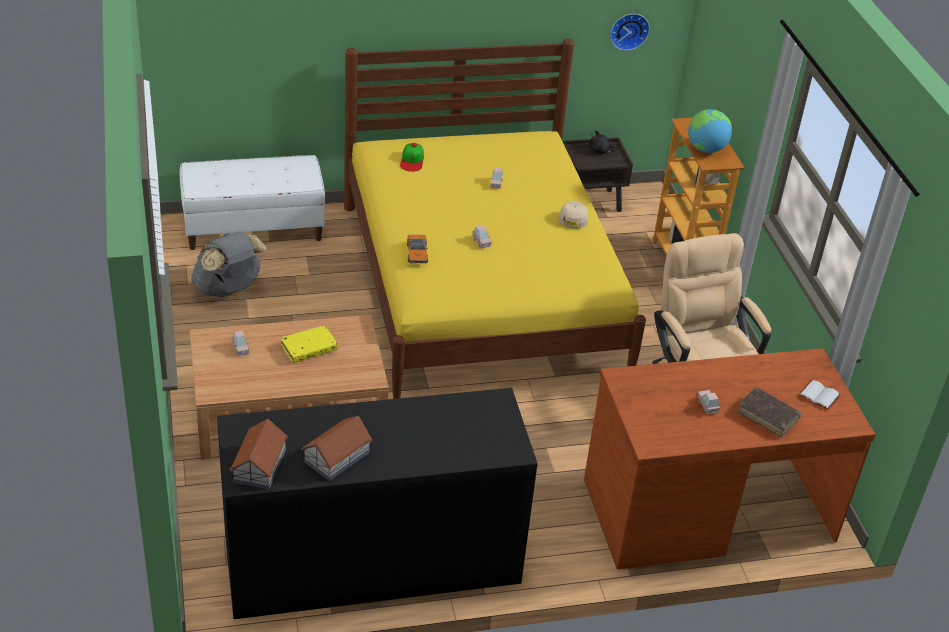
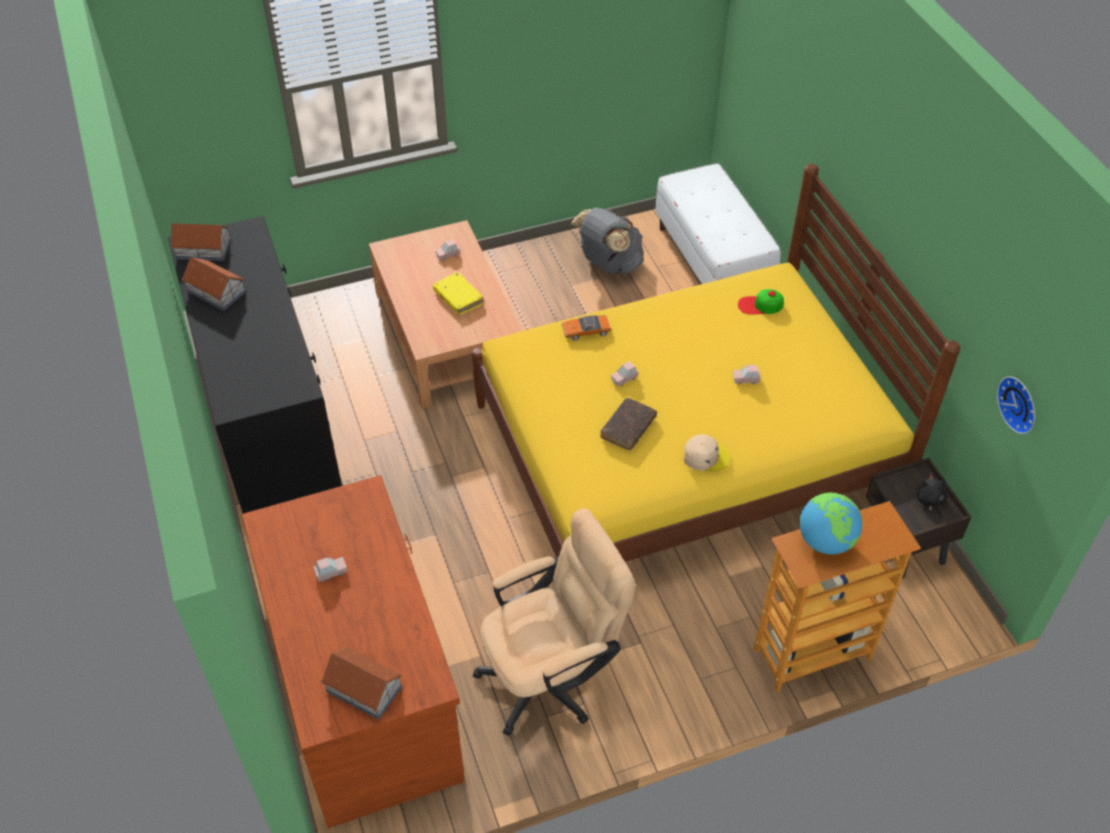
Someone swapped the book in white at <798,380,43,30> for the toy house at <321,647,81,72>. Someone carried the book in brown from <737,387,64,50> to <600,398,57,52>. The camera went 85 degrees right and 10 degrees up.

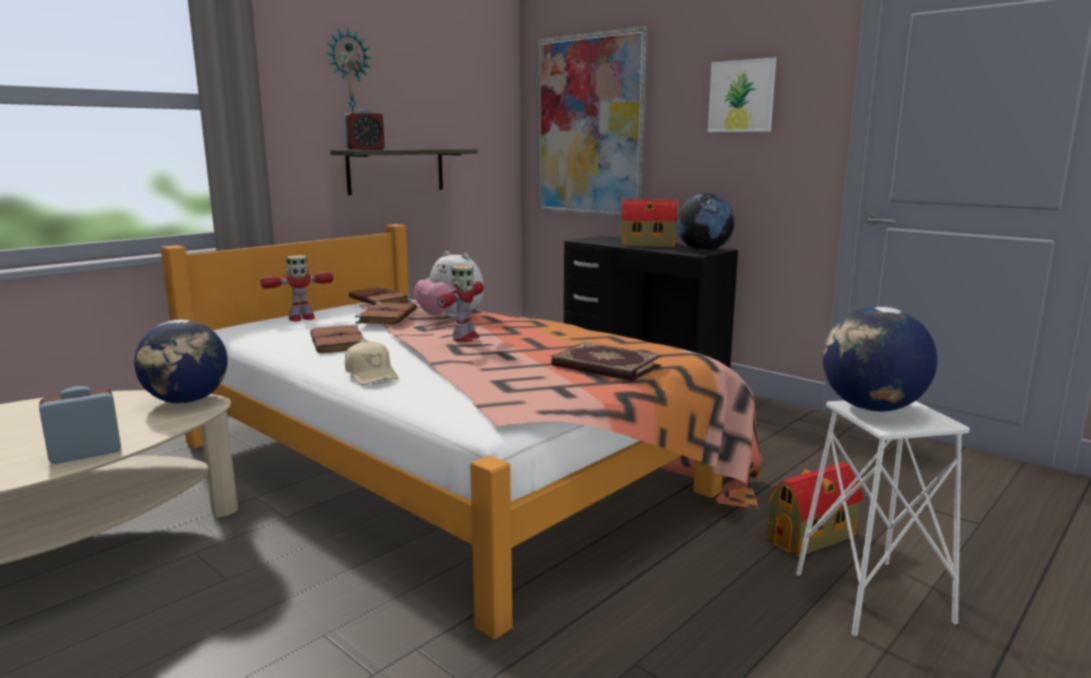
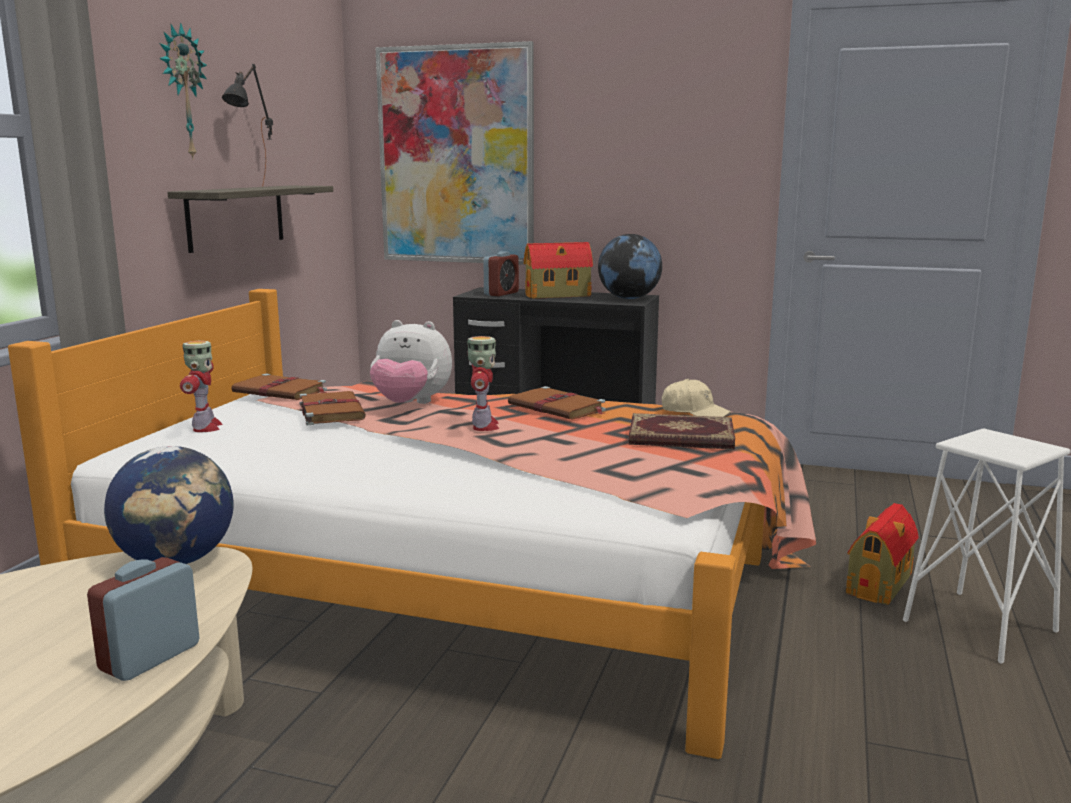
Someone took away the picture at <708,58,68,74>. Someone carried the alarm clock from <344,109,41,41> to <483,251,36,45>. Someone rotated the toy robot at <260,255,73,67> by 45 degrees counterclockwise. Someone took away the globe at <822,307,115,105>. Someone carried the book in brown from <310,324,56,29> to <508,386,98,34>. Someone carried the cap in beige from <345,340,53,45> to <662,379,69,38>. Someone put down the table lamp in black at <222,64,51,123>. The camera went 25 degrees left and 0 degrees up.

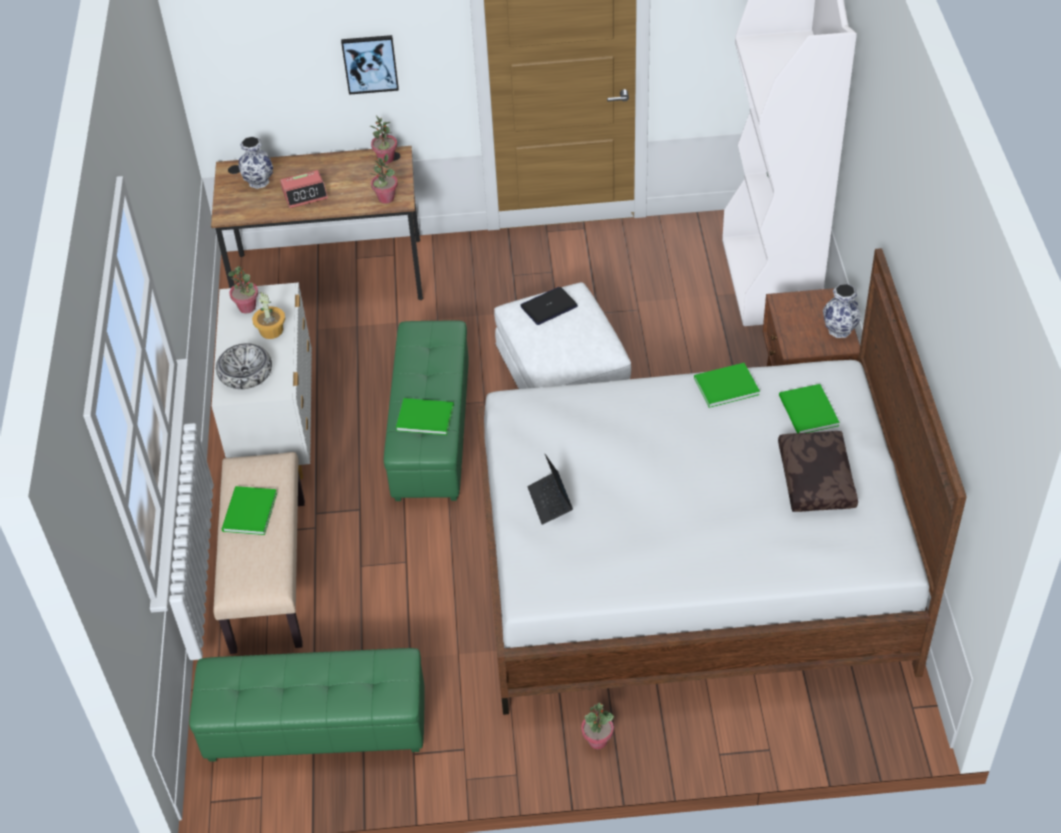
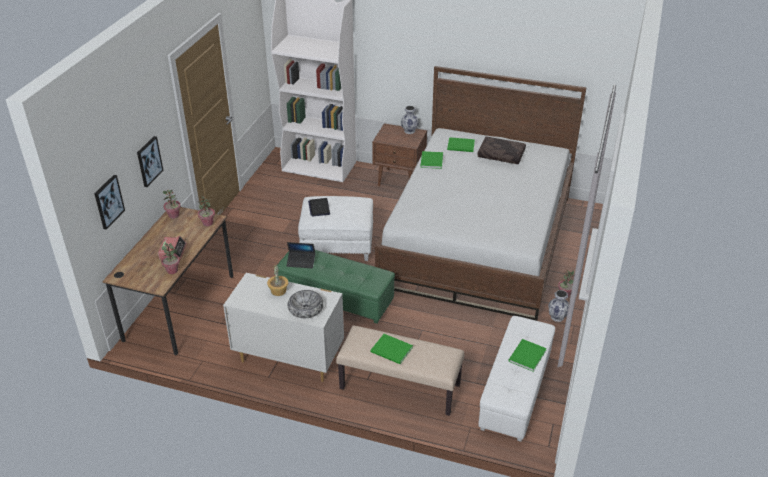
Someone carried the vase from <238,136,35,53> to <548,290,21,32>. Someone carried the potted plant from <228,266,30,47> to <161,243,19,31>. Someone carried the book in green from <396,398,58,37> to <508,339,39,33>. Someone carried the laptop from <527,454,46,71> to <287,242,28,26>. Someone repainted the ottoman in green at <189,648,236,114>, which became the ottoman in white at <478,316,77,126>. Someone put up the picture at <94,175,31,55>. The camera went 70 degrees left and 10 degrees down.

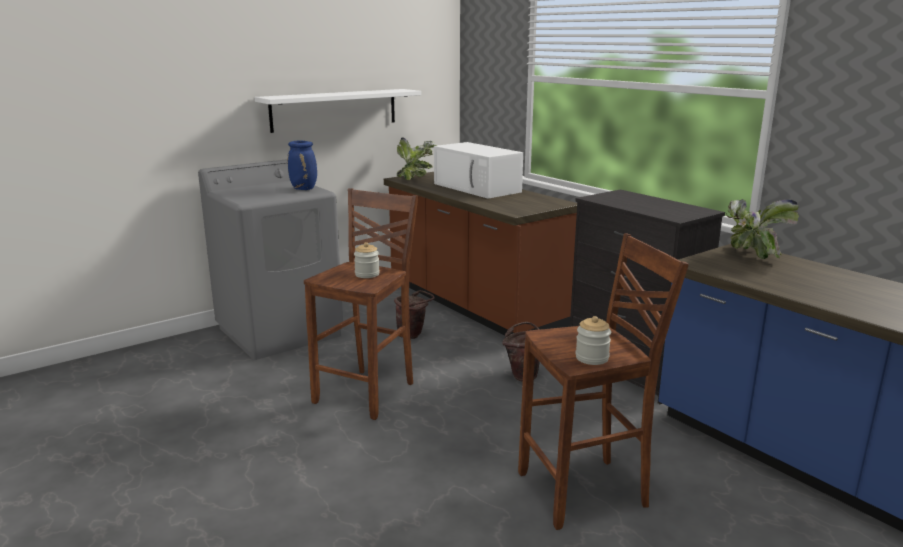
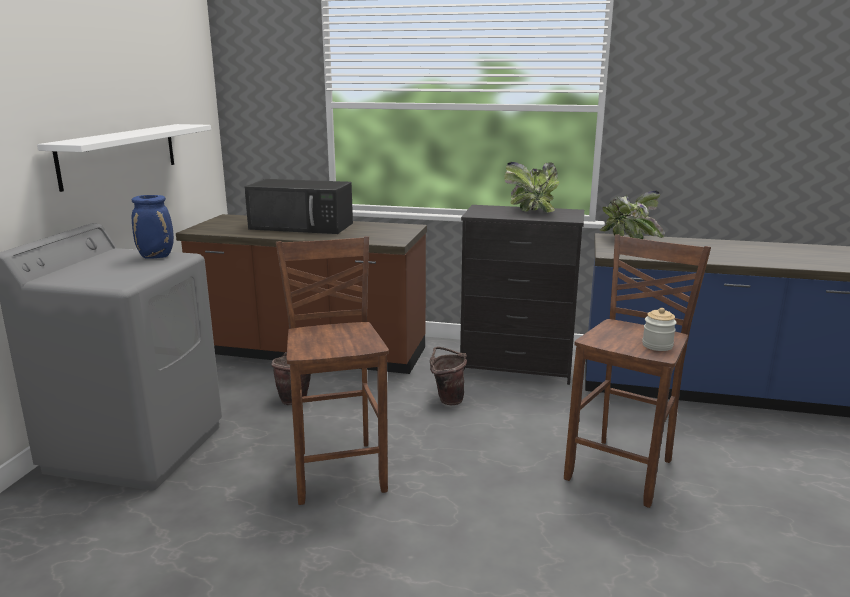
Someone carried the potted plant from <397,137,40,43> to <504,162,55,51>. Someone repainted the microwave in white at <434,142,89,57>, which became the microwave in black at <245,179,108,55>. Someone took away the jar at <354,242,26,36>. The camera went 40 degrees left and 0 degrees up.

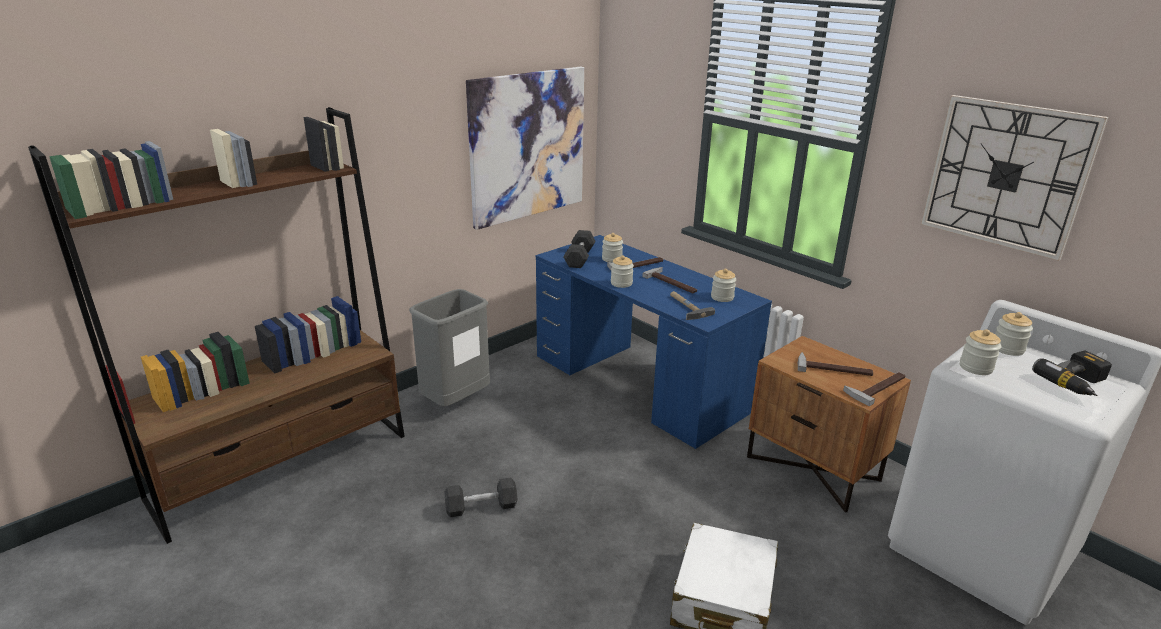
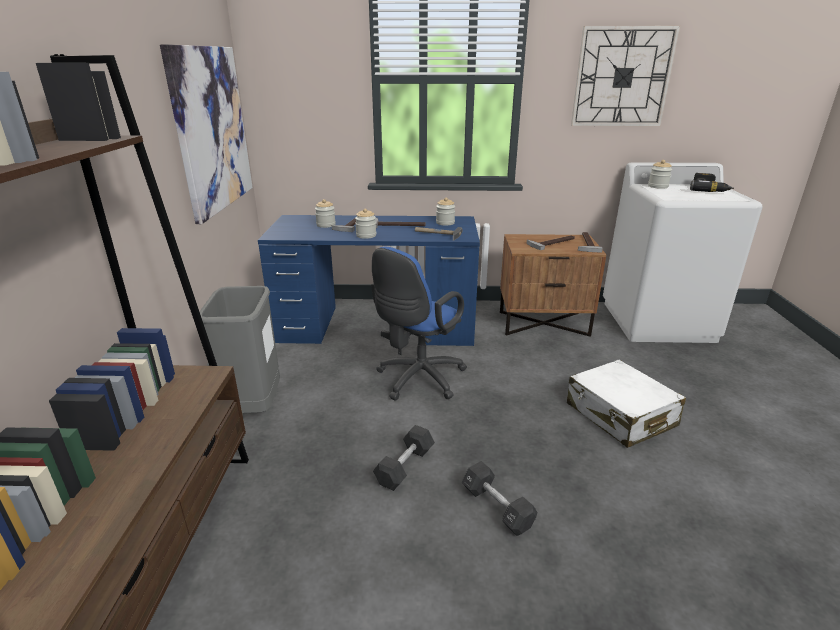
Someone carried the dumbbell in black from <563,230,32,38> to <462,461,75,75>. Someone took away the jar at <960,329,41,46>. Someone put down the office chair in blue at <371,247,96,154>. The camera went 45 degrees left and 0 degrees up.

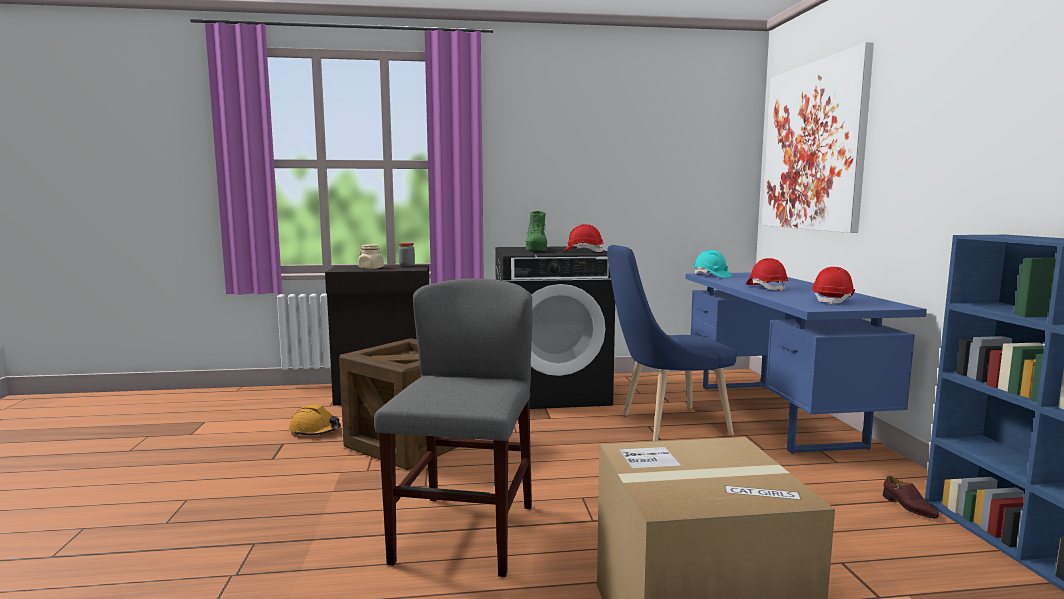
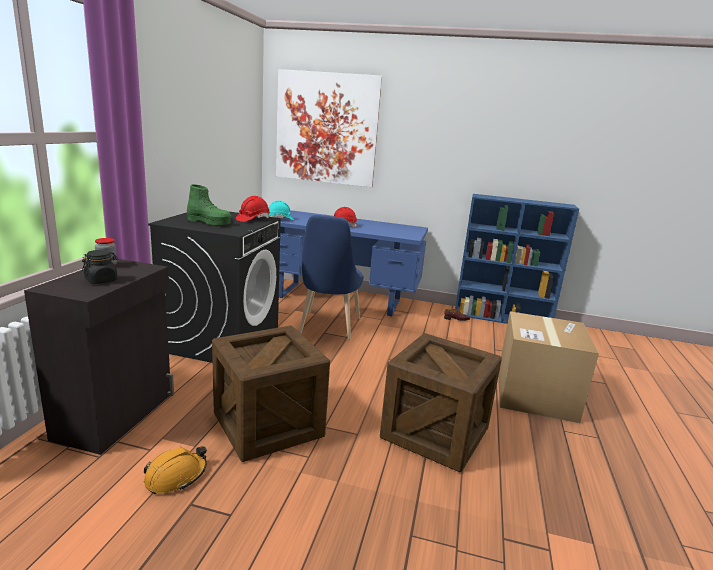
Someone repainted the jar in beige at <358,244,26,25>, which became the jar in black at <82,250,36,34>. Someone took away the hard hat in red at <812,267,43,38>. Someone swapped the chair in grey at <374,279,158,298> for the crate at <380,333,122,139>. The camera went 70 degrees left and 10 degrees up.

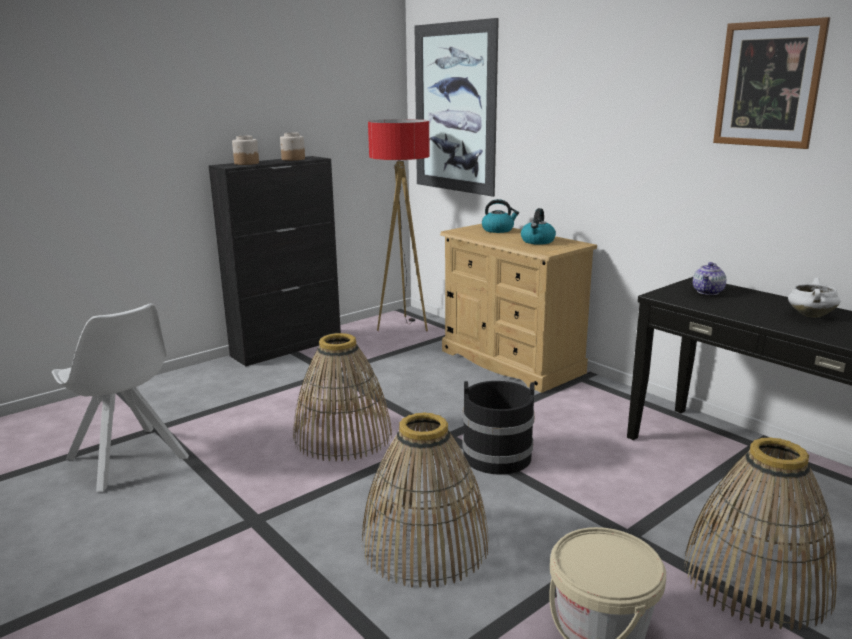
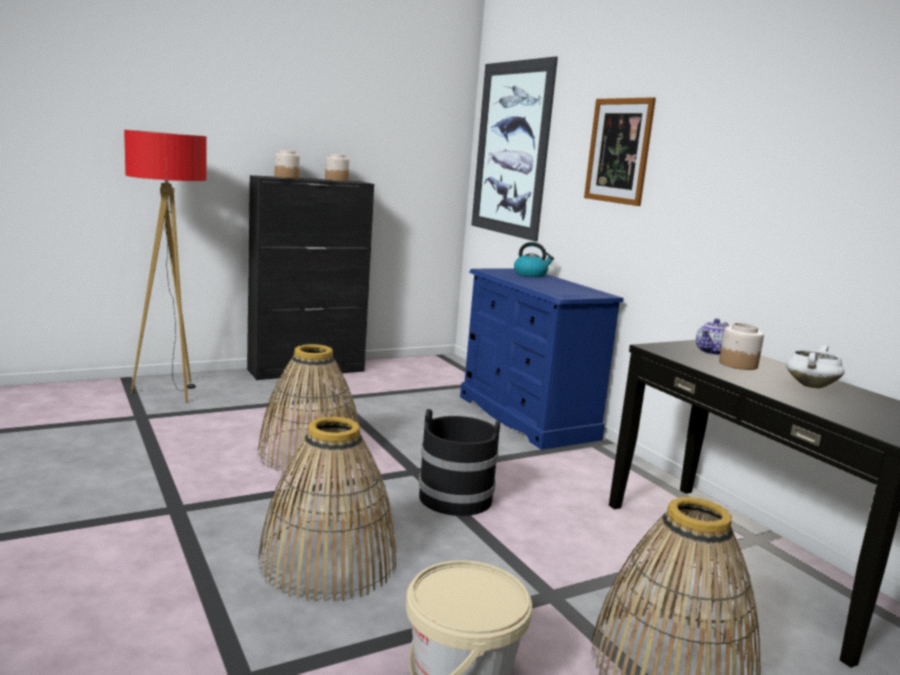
Someone carried the picture from <713,17,117,132> to <584,97,72,109>. Someone carried the floor lamp from <368,119,62,213> to <124,130,83,273>. Someone took away the kettle at <521,208,35,37>. Someone repainted the dresser in beige at <440,224,157,169>, which became the dresser in blue at <460,268,164,182>. Someone took away the chair in white at <52,303,137,189>. Someone put down the jar at <719,323,45,47>. The camera went 10 degrees right and 5 degrees down.

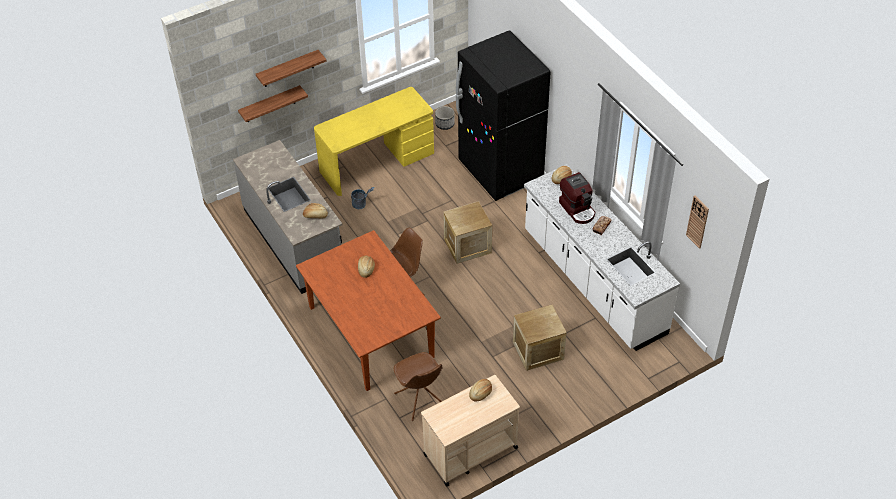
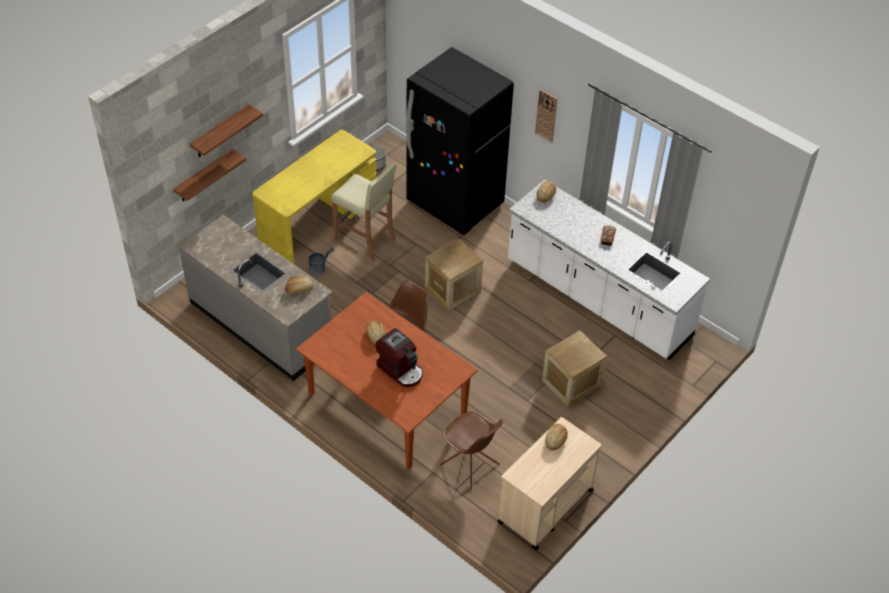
Someone carried the coffee machine from <559,172,36,52> to <375,328,48,59>. Someone carried the wall clock from <686,195,23,54> to <535,89,23,54>. Someone put down the stool in beige at <331,162,66,99>. The camera went 20 degrees left and 0 degrees up.

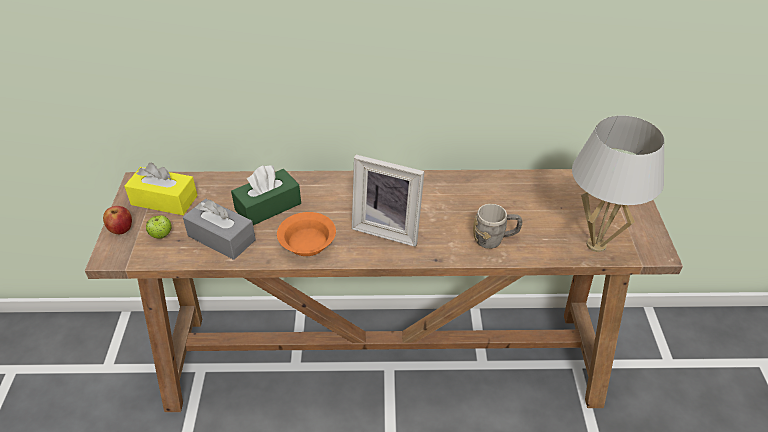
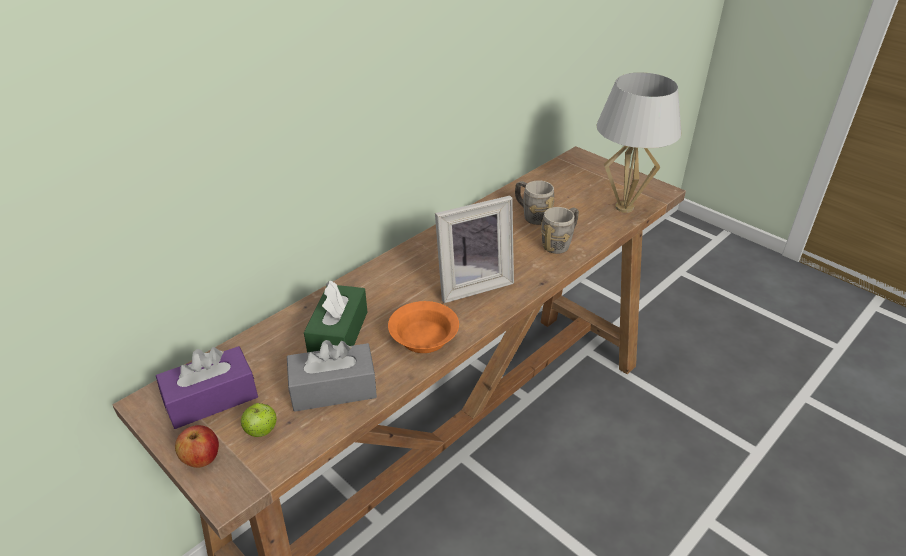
Someone repainted the tissue box in yellow at <124,162,74,53>, which became the tissue box in purple at <156,346,102,83>. Someone put down the mug in grey at <515,181,39,44>. The camera went 45 degrees left and 5 degrees down.

